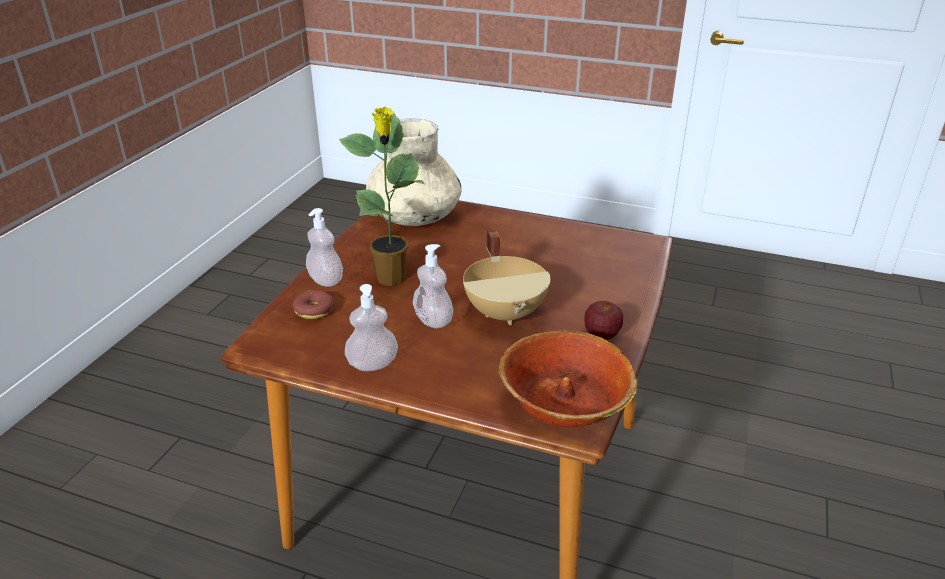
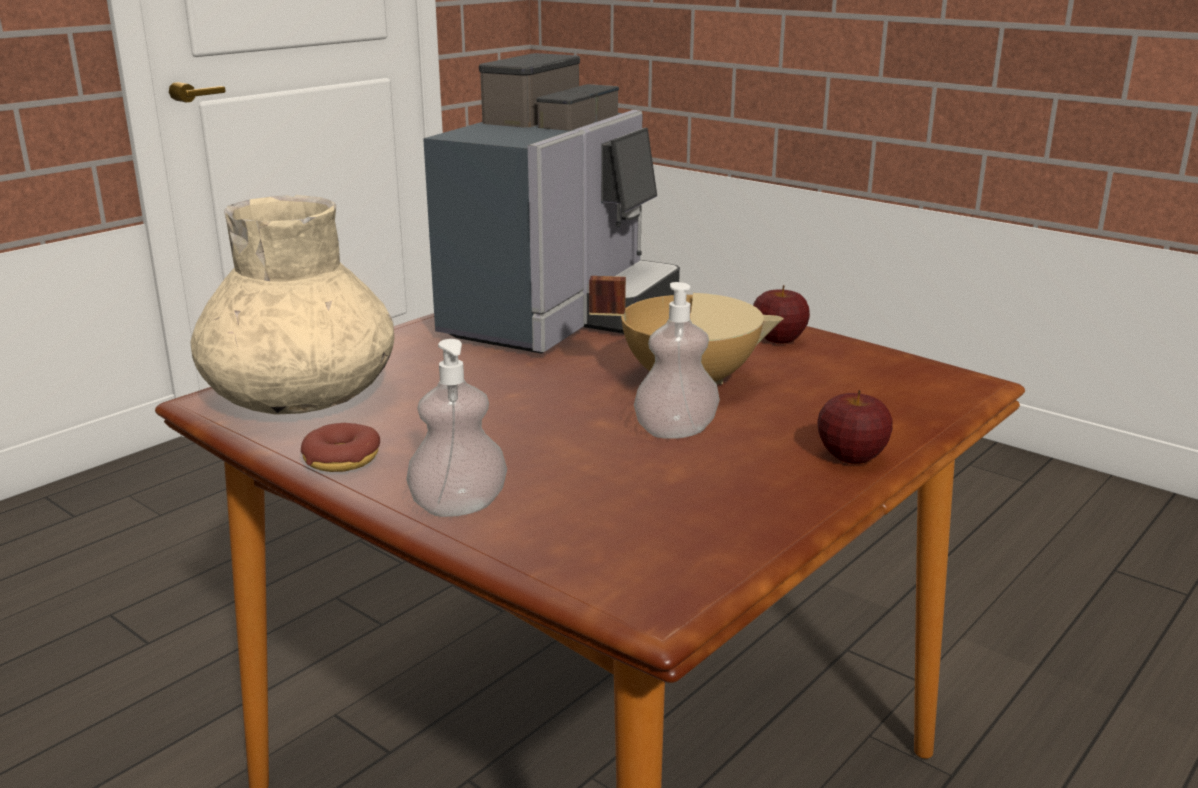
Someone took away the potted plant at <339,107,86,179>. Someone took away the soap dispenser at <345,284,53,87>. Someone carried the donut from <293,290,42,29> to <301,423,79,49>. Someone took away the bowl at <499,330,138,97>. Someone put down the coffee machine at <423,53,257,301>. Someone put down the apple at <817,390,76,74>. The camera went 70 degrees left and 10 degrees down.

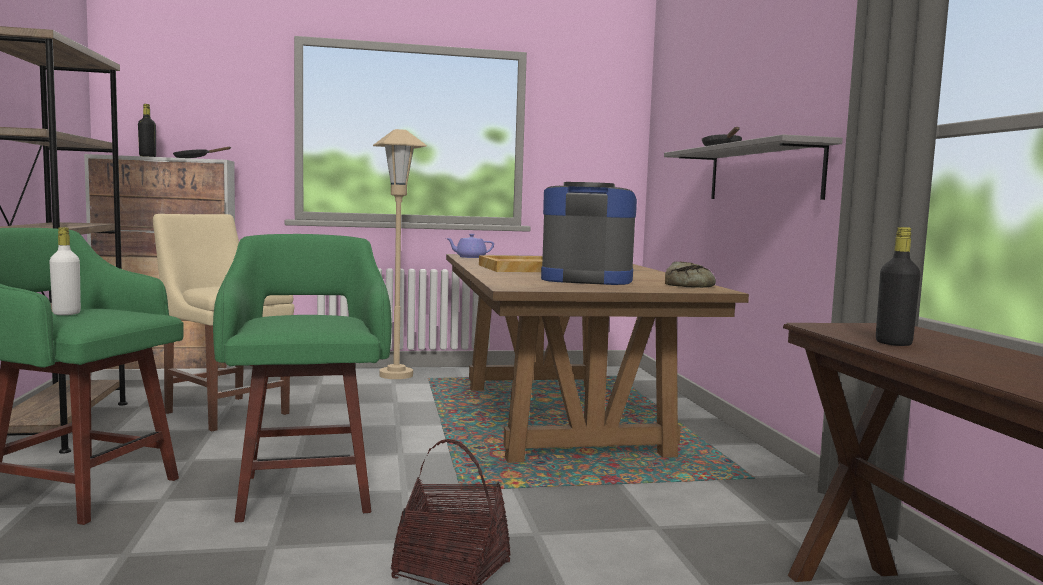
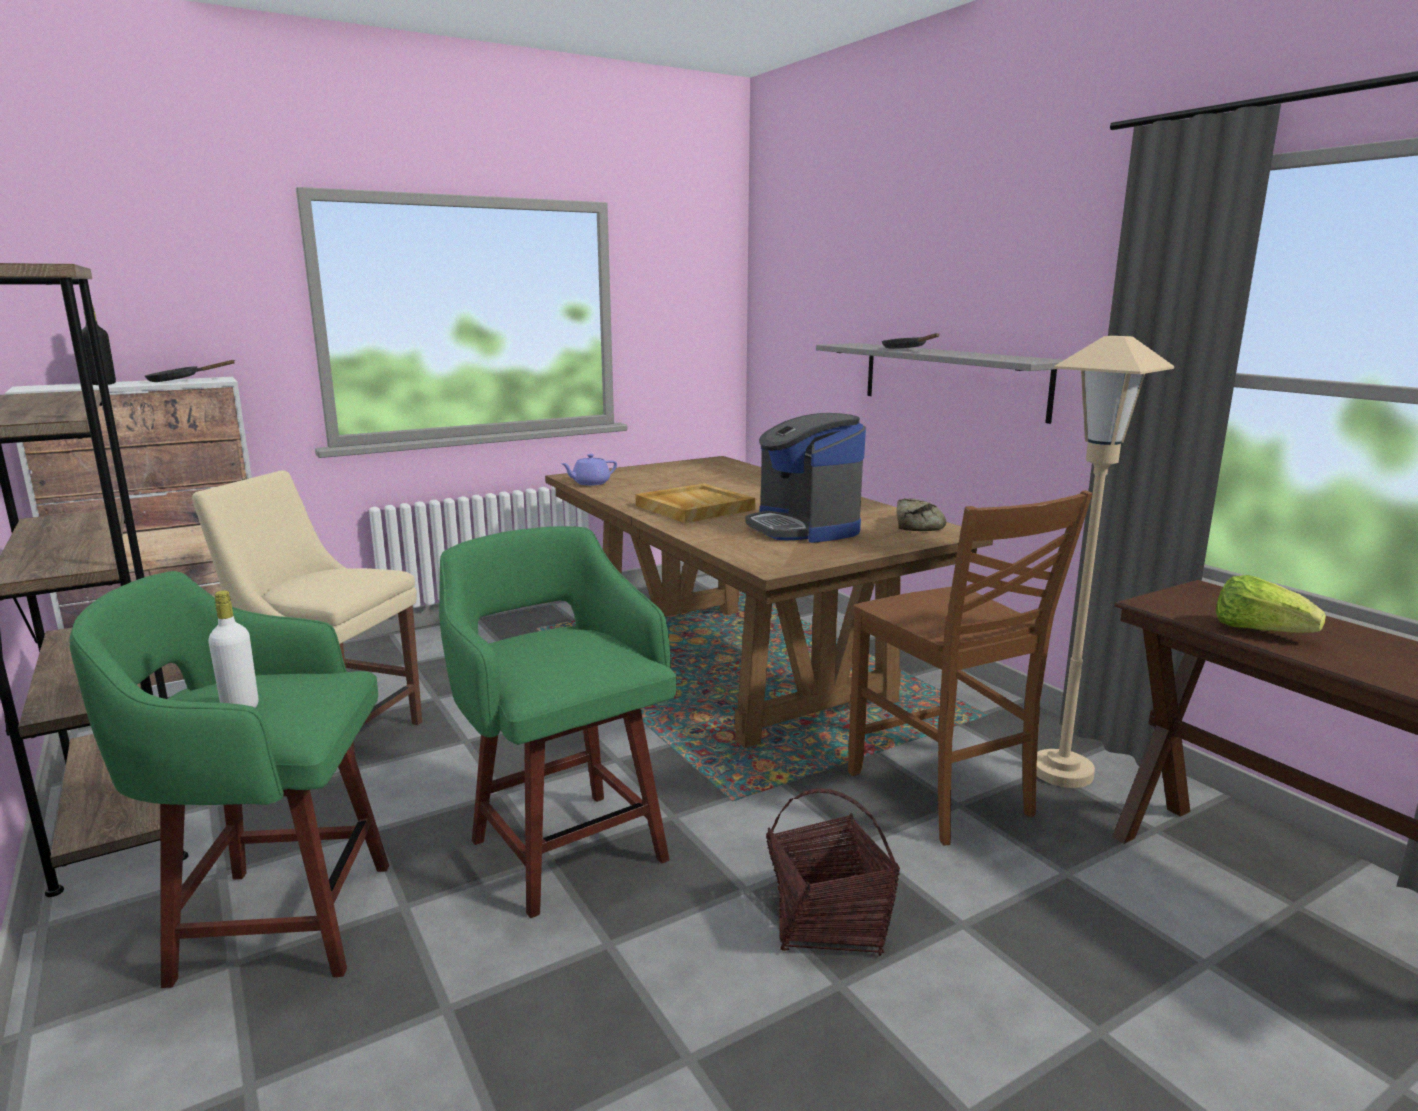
Someone carried the floor lamp in beige from <373,129,54,250> to <1036,336,138,452>. Someone rotated the coffee machine at <541,182,96,103> by 105 degrees counterclockwise. Someone swapped the bottle in black at <876,227,45,119> for the lettuce at <1216,575,110,58>. Someone put down the chair in brown at <848,491,245,355>. The camera went 20 degrees left and 10 degrees up.

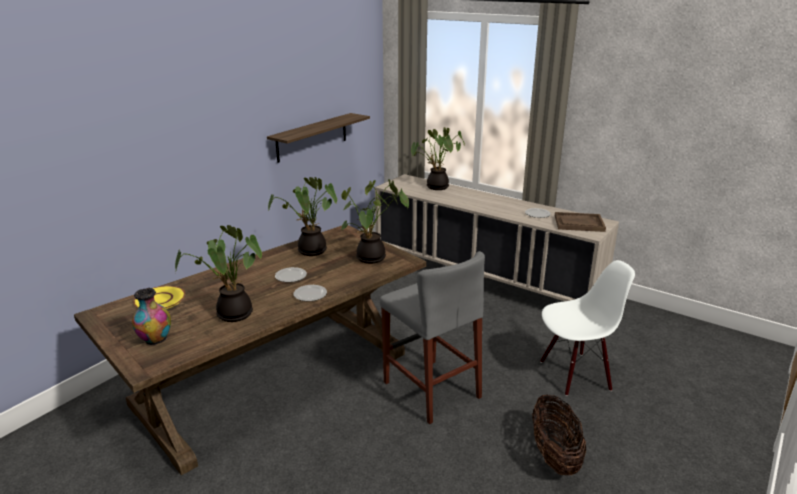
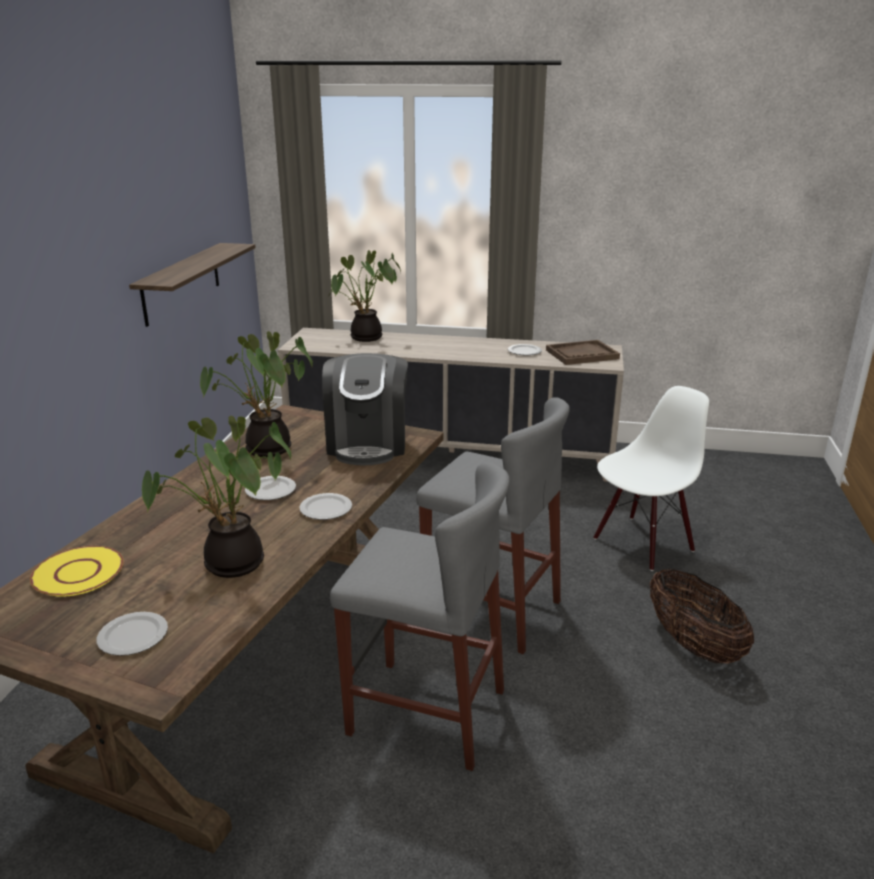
Someone swapped the potted plant at <341,179,68,85> for the coffee machine at <322,353,86,113>. Someone swapped the vase at <132,288,39,57> for the plate at <97,612,71,44>. Someone put down the stool in grey at <330,462,180,309>. The camera went 25 degrees left and 0 degrees up.

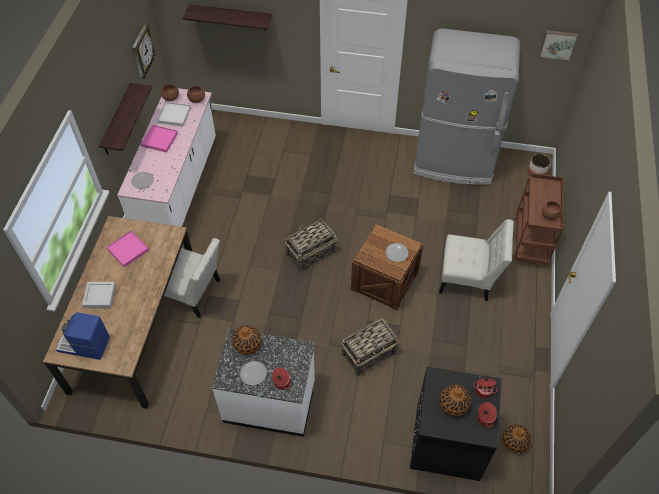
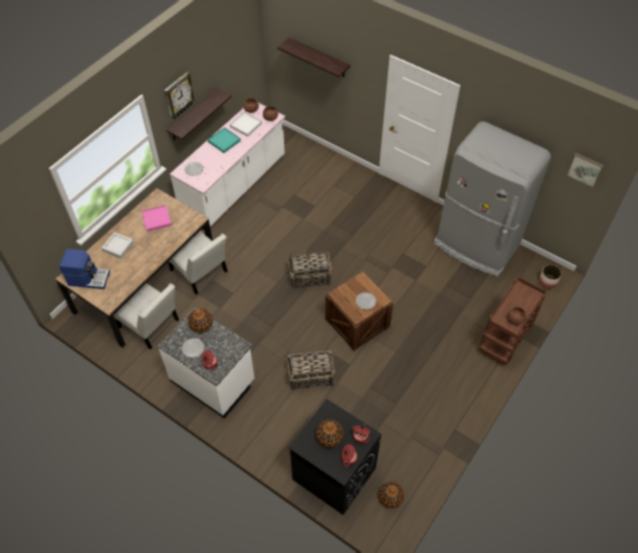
Someone carried the wall clock from <132,24,24,54> to <164,71,31,48>. Someone repainted the tray in pink at <141,125,37,28>, which became the tray in turquoise at <208,127,33,26>. Someone carried the chair in white from <439,219,75,82> to <113,283,66,66>. Someone rotated the coffee machine at <56,312,54,48> by 150 degrees clockwise. The camera went 25 degrees right and 0 degrees up.

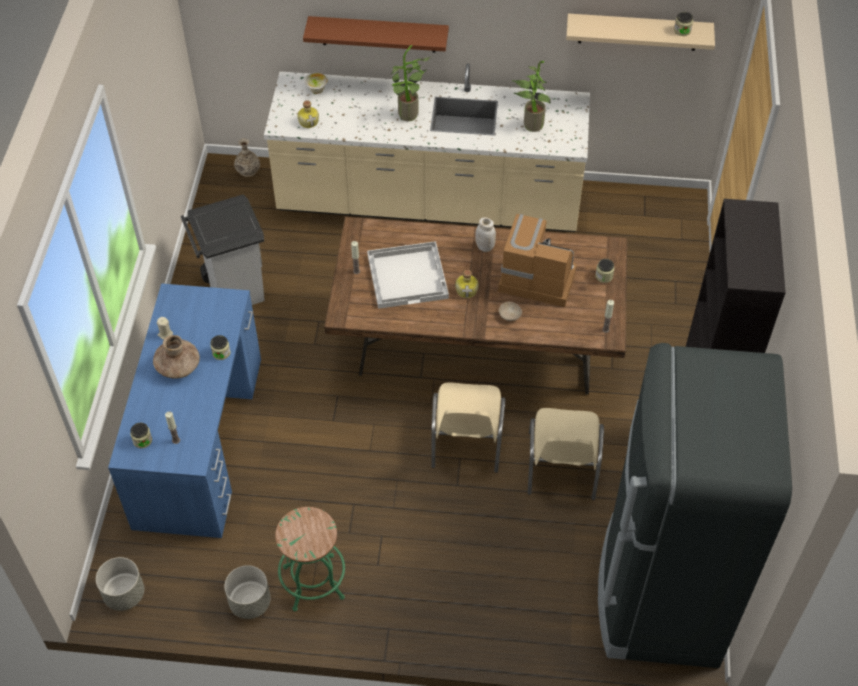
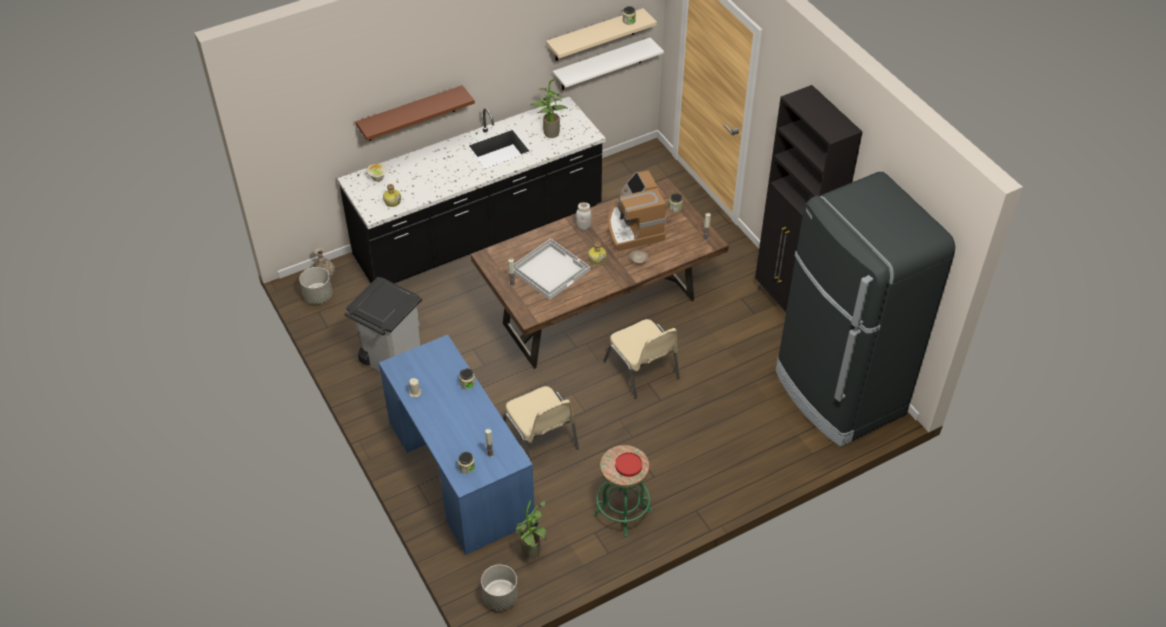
Someone carried the potted plant from <391,45,40,76> to <516,499,30,60>. Someone repainted the counter in beige at <264,63,326,169>, which became the counter in black at <337,97,269,186>. Someone rotated the coffee machine at <498,214,79,93> by 90 degrees counterclockwise. Someone took away the vase in brown at <153,335,47,44>. Someone carried the chair in beige from <527,408,77,92> to <503,386,76,75>. Someone carried the planter in grey from <224,565,47,54> to <299,267,33,37>. Someone put up the shelf in white at <553,38,111,52>. Someone put down the plate in red at <615,452,27,25>. The camera went 35 degrees left and 5 degrees down.

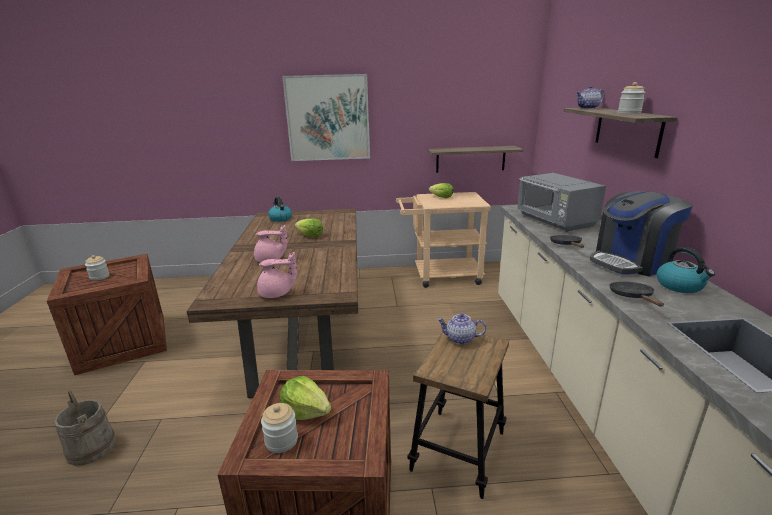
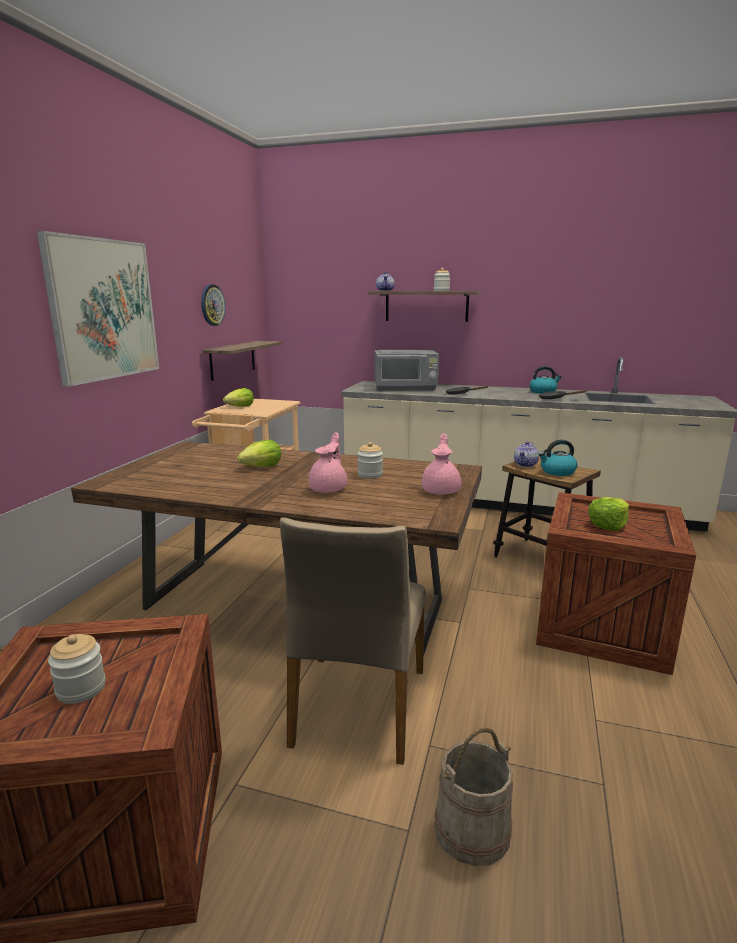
Someone took away the coffee machine at <590,191,103,85>. Someone carried the kettle from <268,197,24,25> to <539,440,39,36>. Someone carried the jar from <261,403,37,50> to <357,442,26,37>. Someone put up the wall clock at <201,284,25,42>. Someone put down the chair in beige at <280,517,146,248>. The camera went 70 degrees left and 5 degrees down.

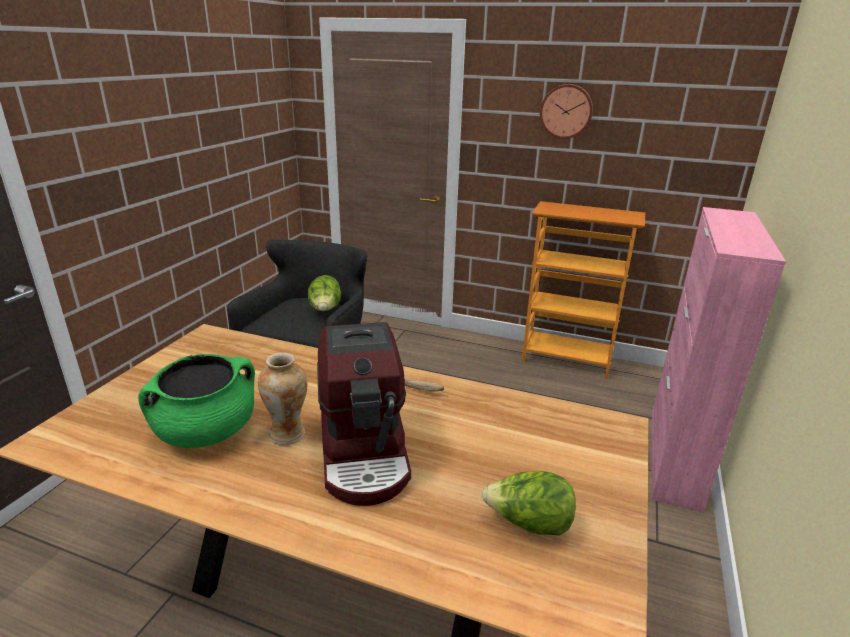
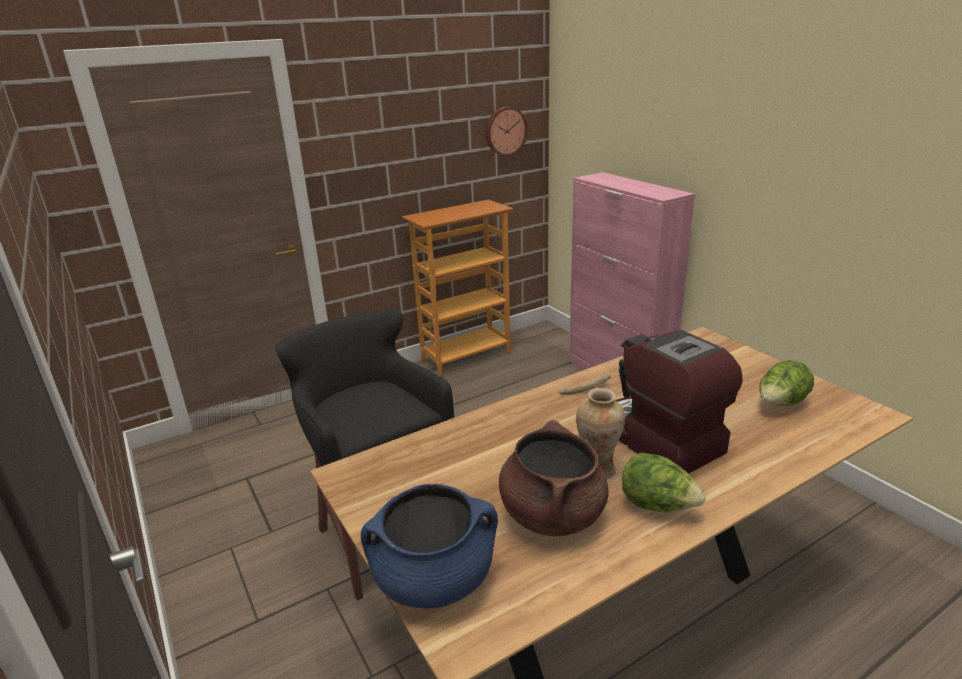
Someone carried the wall clock from <540,84,53,55> to <486,107,42,49>. Someone carried the lettuce from <308,275,33,36> to <622,453,84,59>. Someone rotated the coffee machine at <317,322,94,184> by 150 degrees counterclockwise. Someone repainted the cooking pot in green at <138,354,117,94>, which became the cooking pot in brown at <499,420,110,116>. Someone put down the cooking pot in blue at <361,484,137,125>. The camera went 50 degrees left and 0 degrees up.

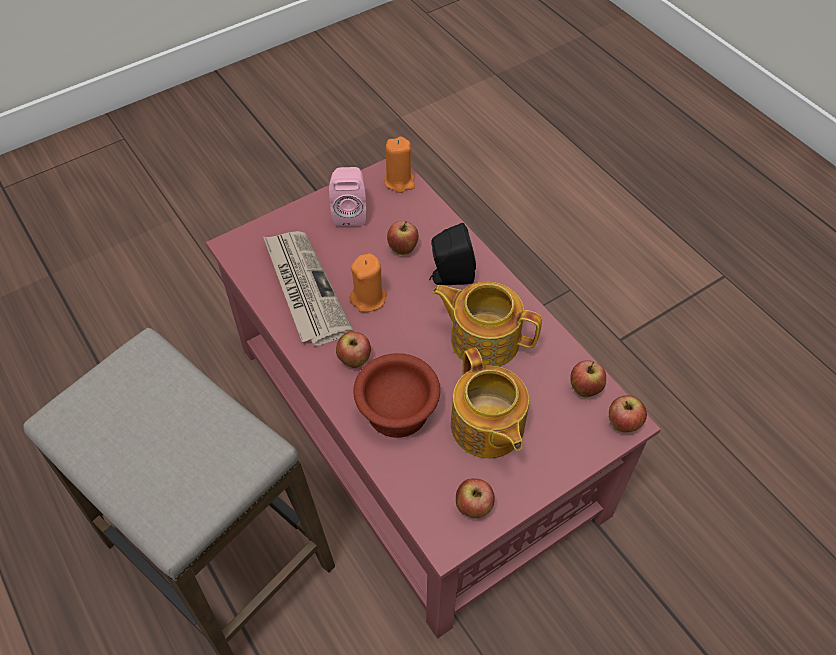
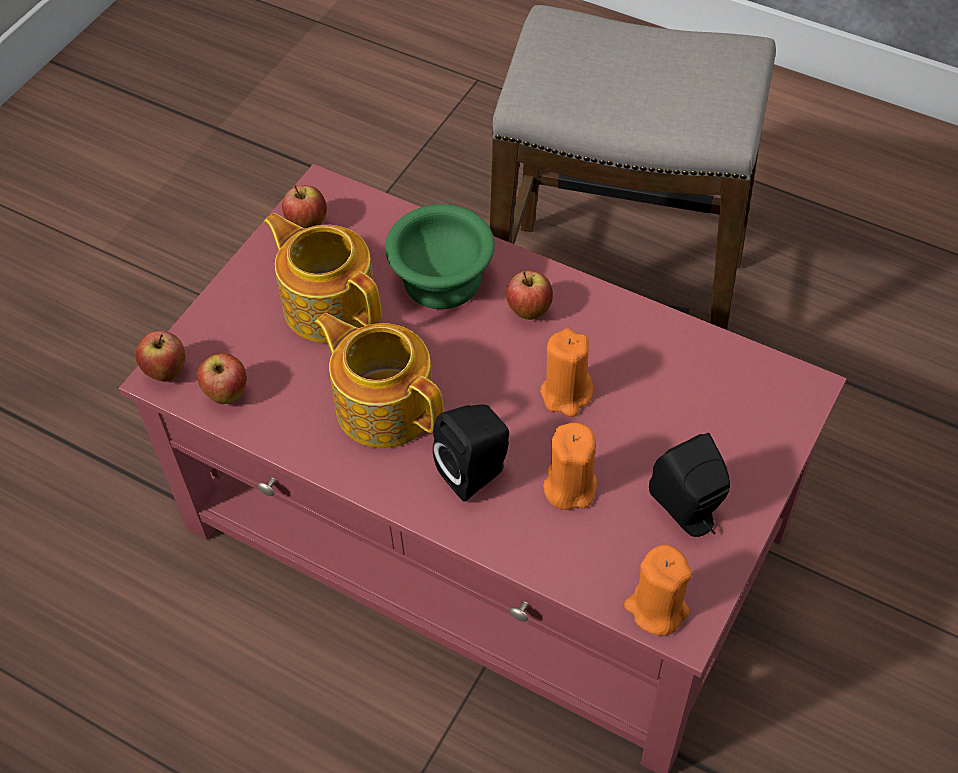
Someone repainted the speaker in pink at <329,167,38,60>, which became the speaker in black at <649,433,81,104>. Someone swapped the apple at <387,221,31,34> for the candle in orange at <543,423,54,87>. Someone took away the newspaper at <263,231,91,115>. Someone rotated the teapot at <432,282,110,85> by 135 degrees counterclockwise. Someone repainted the bowl in brown at <353,353,87,85>, which became the bowl in green at <385,204,110,105>. The camera went 155 degrees right and 0 degrees up.

